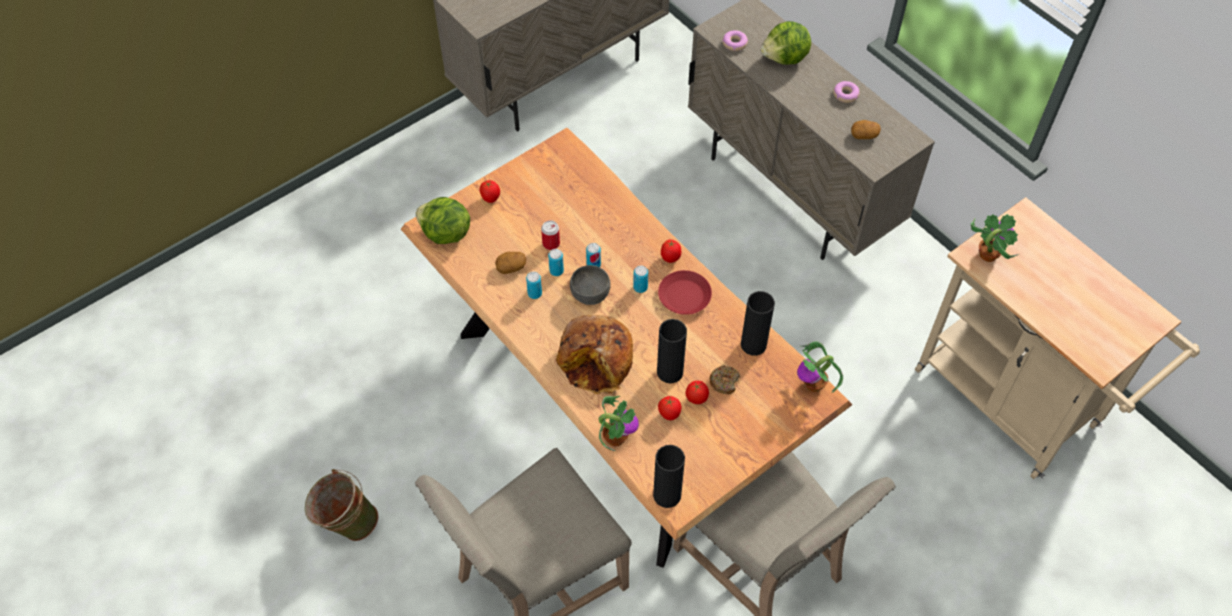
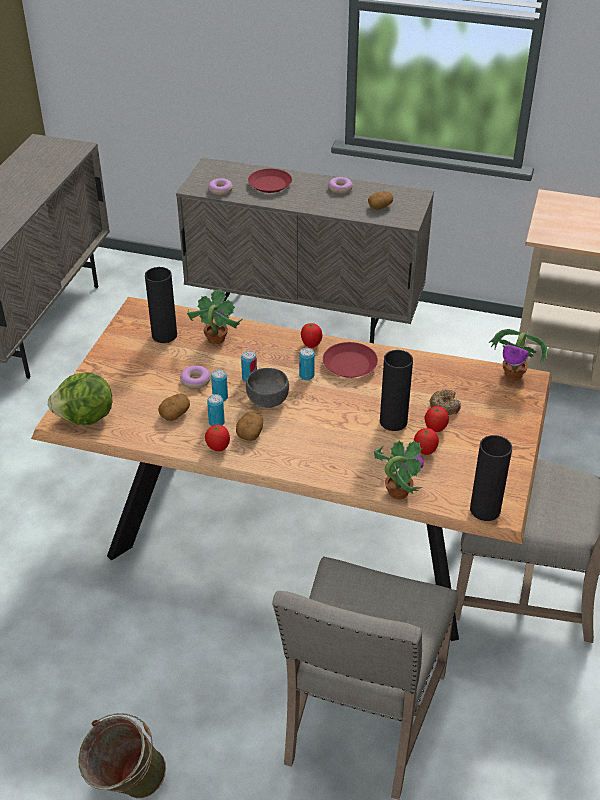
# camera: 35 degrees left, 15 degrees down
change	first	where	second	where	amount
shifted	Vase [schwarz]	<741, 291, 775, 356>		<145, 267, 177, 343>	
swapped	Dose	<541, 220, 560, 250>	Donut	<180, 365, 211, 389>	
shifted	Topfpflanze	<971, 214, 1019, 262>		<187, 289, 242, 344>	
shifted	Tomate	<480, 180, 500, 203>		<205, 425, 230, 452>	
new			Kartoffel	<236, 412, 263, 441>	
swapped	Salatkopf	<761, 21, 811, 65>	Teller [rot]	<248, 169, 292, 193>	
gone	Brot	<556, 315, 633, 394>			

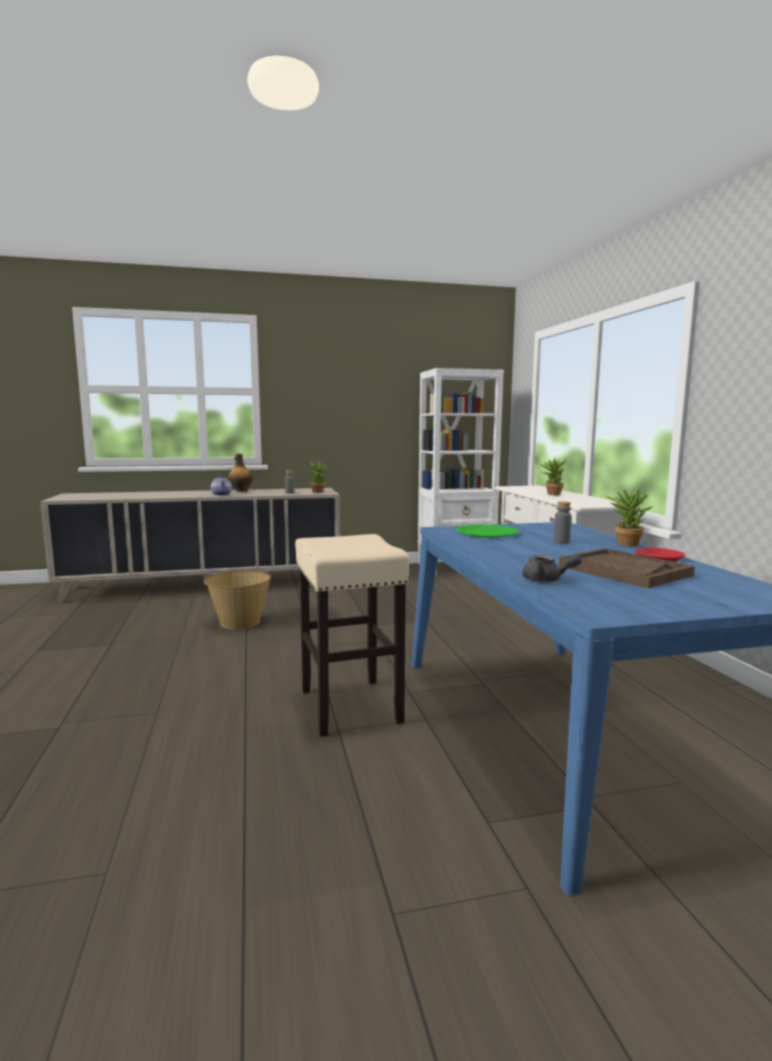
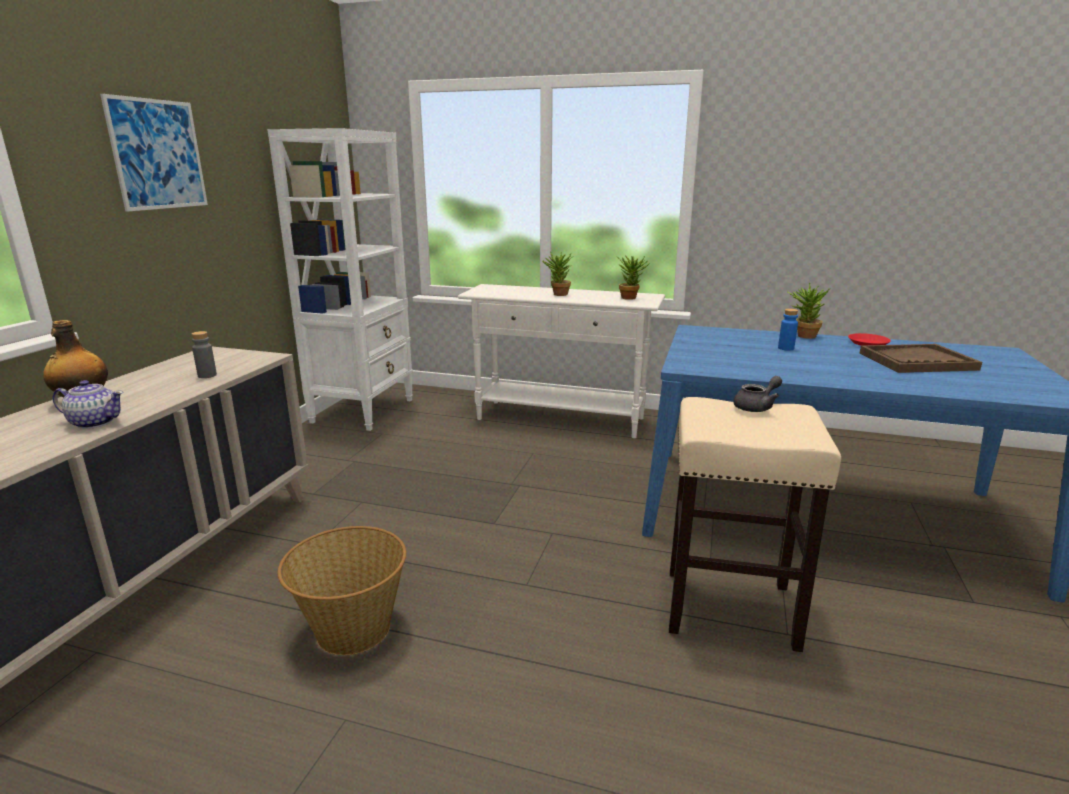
# camera: 60 degrees left, 10 degrees up
change	first	where	second	where	amount
new			Bild	<100, 94, 208, 212>	
shifted	Topfpflanze	<309, 461, 331, 493>		<616, 255, 650, 300>	
shifted	Teekanne [grau]	<522, 554, 582, 582>		<733, 376, 782, 412>	
repainted	Flasche [grau]	<554, 501, 572, 544>	Flasche [blau]	<778, 309, 798, 351>	
gone	Teller [grün]	<456, 525, 519, 538>			

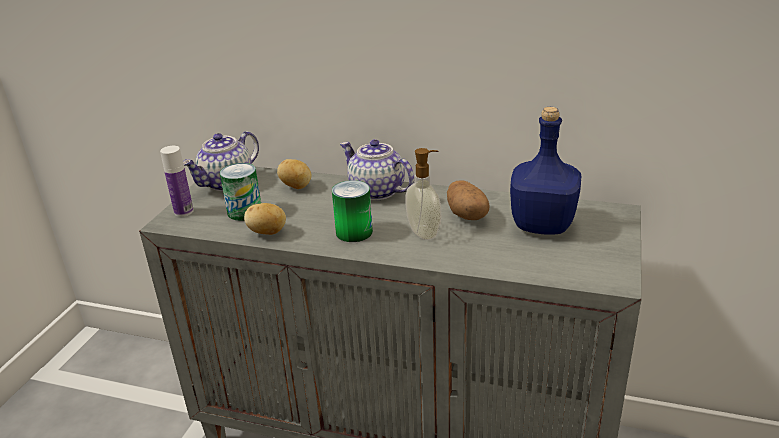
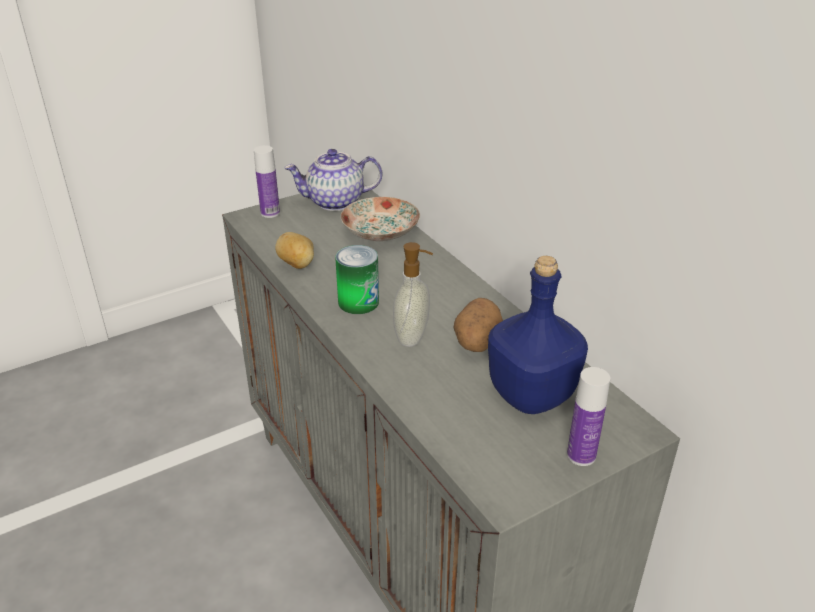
# camera: 40 degrees right, 5 degrees up
change	first	where	second	where	amount
swapped	Kartoffel	<277, 159, 312, 189>	Teller	<341, 197, 420, 241>	
new			Flasche	<567, 367, 610, 466>	
gone	Dose	<220, 163, 261, 221>			
gone	Teekanne	<340, 139, 414, 201>			

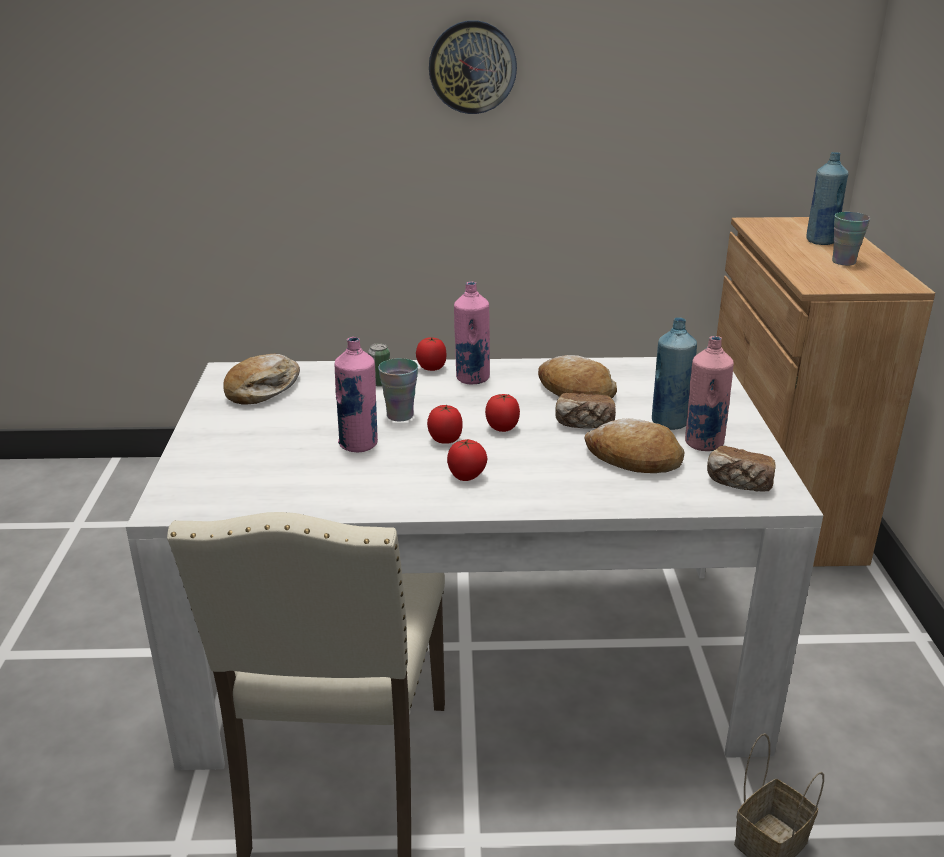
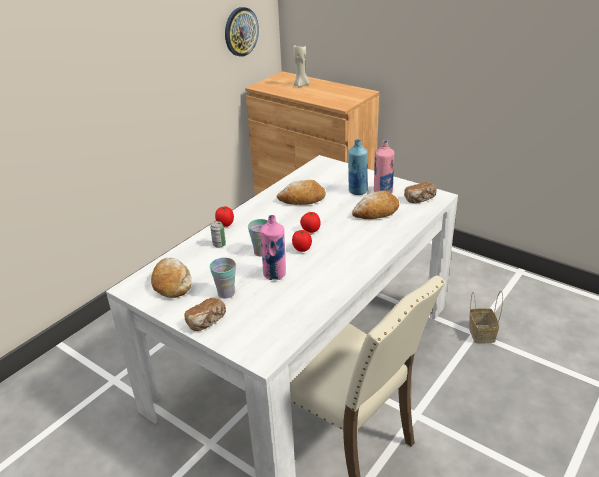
# camera: 50 degrees left, 5 degrees up
change	first	where	second	where	amount
shifted	Brot	<555, 393, 616, 429>		<184, 298, 226, 331>	
shifted	Tasse	<832, 212, 870, 266>		<210, 258, 236, 299>	
shifted	Wanduhr	<429, 20, 517, 114>		<225, 7, 259, 57>	
swapped	Flasche [blau]	<806, 152, 849, 245>	Kerze [beige]	<293, 43, 309, 87>	
gone	Tomate	<447, 439, 488, 481>			
gone	Flasche [rosa]	<454, 282, 490, 384>			

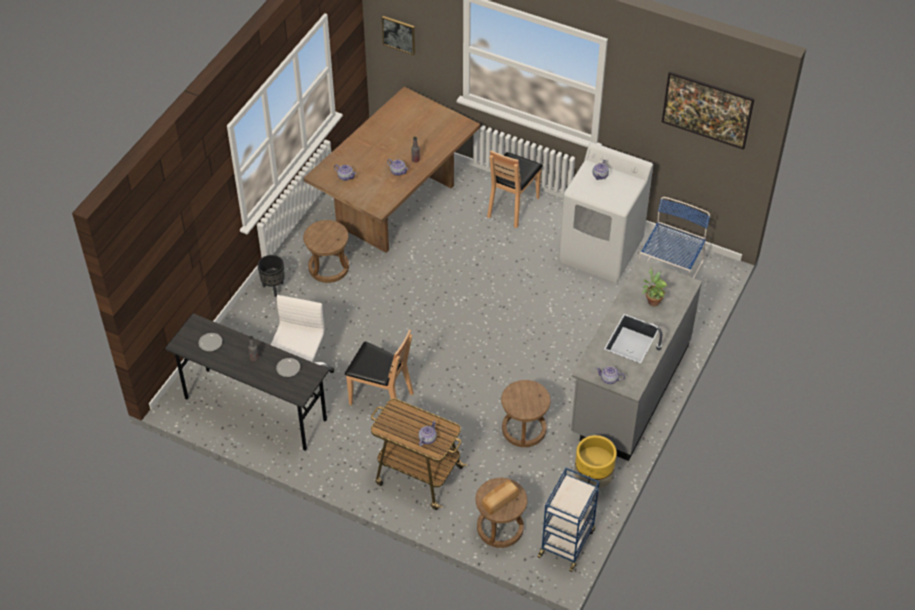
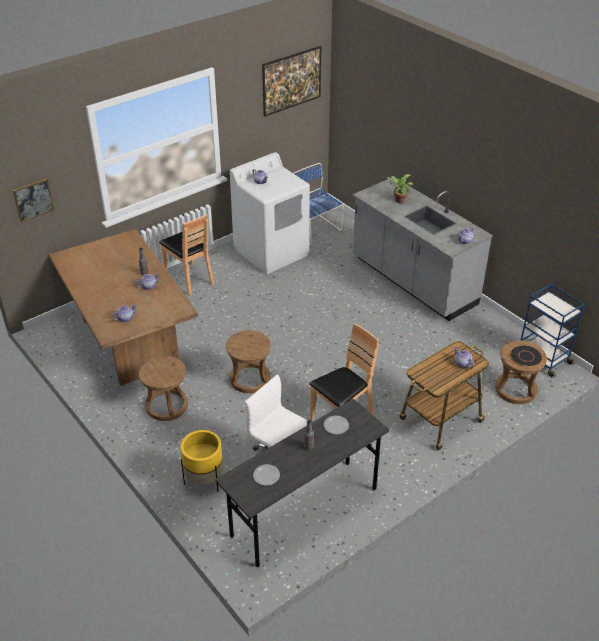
# camera: 65 degrees left, 10 degrees down
change	first	where	second	where	amount
shifted	Pflanzkübel [gelb]	<574, 435, 617, 488>		<180, 430, 223, 492>	
shifted	Hocker [braun]	<501, 380, 551, 447>		<226, 330, 271, 393>	
swapped	Brot	<482, 480, 519, 515>	Teller [schwarz]	<510, 345, 543, 367>	
gone	Pflanzkübel [schwarz]	<258, 255, 285, 297>			

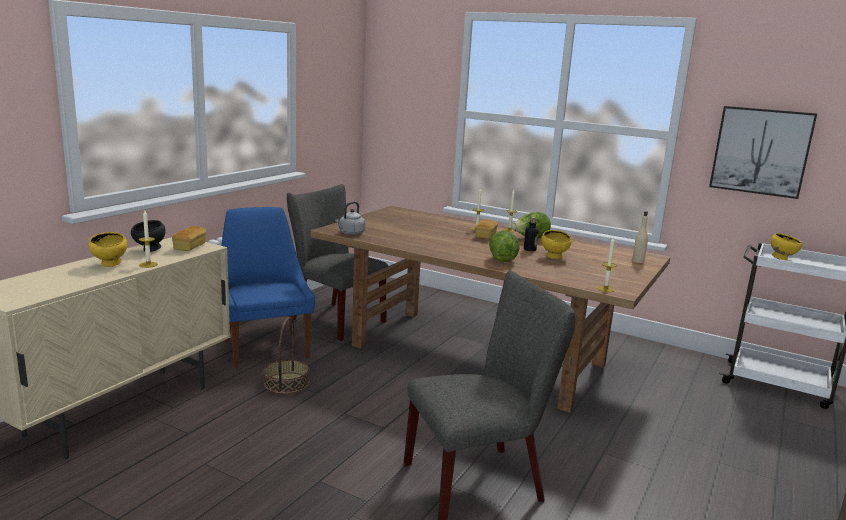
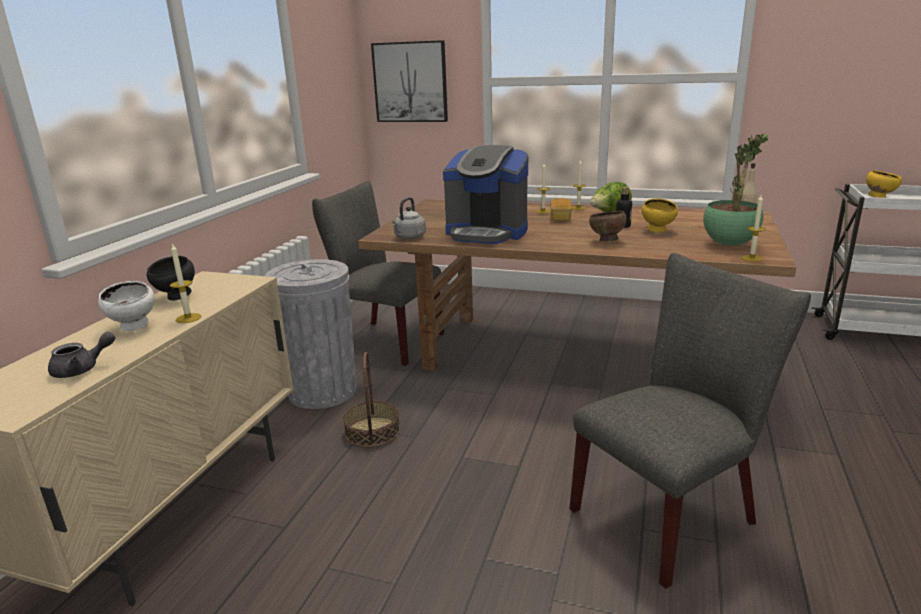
# camera: 10 degrees left, 5 degrees up
change	first	where	second	where	amount
new			Teekanne [grau]	<48, 332, 115, 378>	
repainted	Schüssel [gelb]	<88, 232, 128, 267>	Schüssel [weiß]	<98, 281, 155, 331>	
swapped	Stuhl [blau]	<221, 207, 315, 368>	Mülleimer [grau]	<265, 259, 357, 409>	
shifted	Bild	<709, 106, 817, 199>		<371, 40, 448, 122>	
new			Kaffeemaschine	<443, 145, 528, 244>	
swapped	Salatkopf	<489, 231, 520, 262>	Schüssel [braun]	<589, 211, 627, 242>	
new			Topfpflanze	<703, 133, 768, 246>	
gone	Brot	<172, 226, 206, 251>			

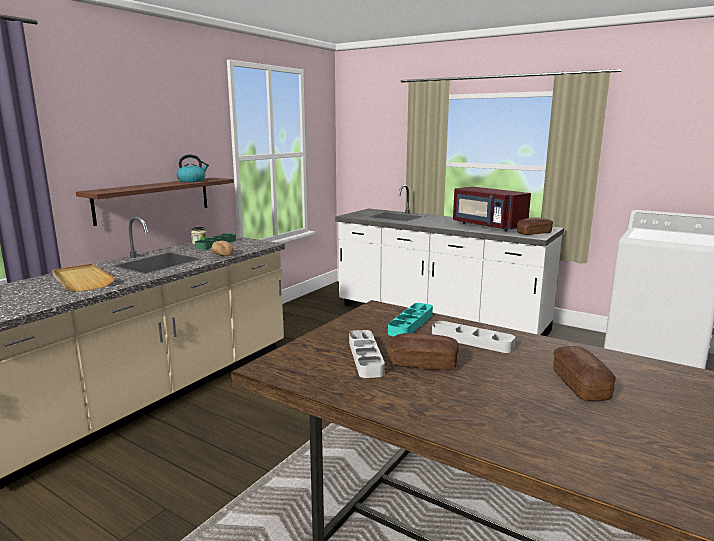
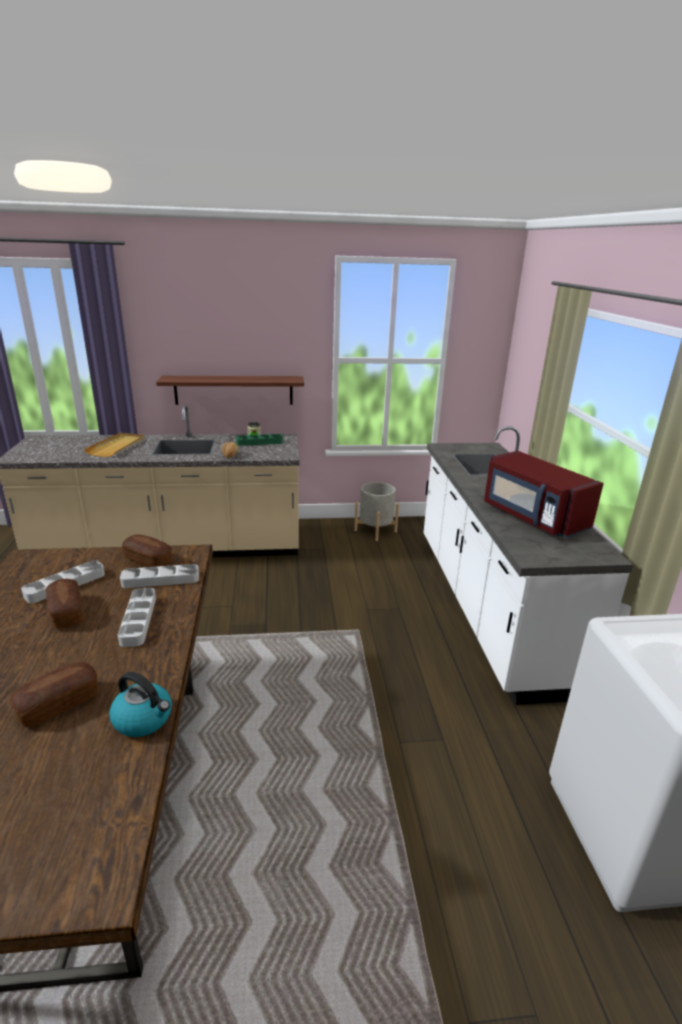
# camera: 50 degrees right, 10 degrees up
change	first	where	second	where	amount
shifted	Wasserkessel	<177, 154, 209, 182>		<109, 672, 172, 737>	
repainted	Tablett [türkis]	<388, 303, 433, 336>	Tablett [grau]	<120, 564, 199, 588>	
shifted	Brot	<517, 218, 553, 235>		<122, 535, 172, 567>	
new			Pflanzkübel [grau]	<354, 482, 399, 541>	
rotated	Mikrowelle [rot]	<453, 187, 531, 231>		<484, 451, 604, 538>	45 degrees counterclockwise

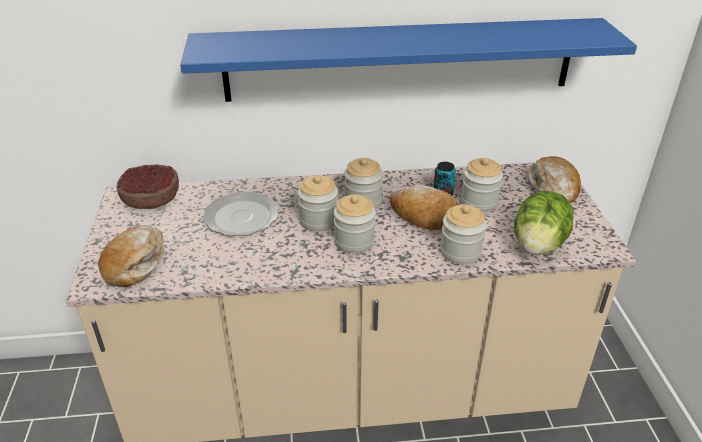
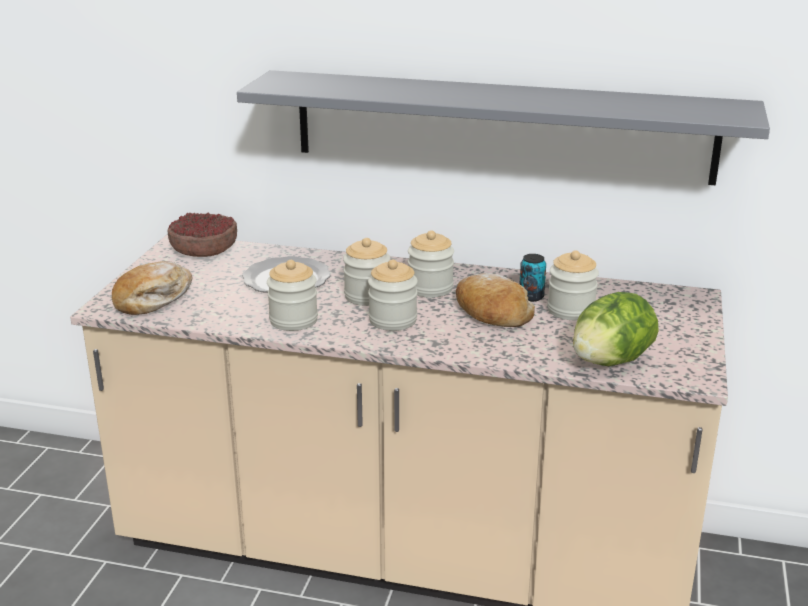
# camera: 20 degrees right, 10 degrees down
change	first	where	second	where	amount
repainted	Wandregal [blau]	<180, 18, 637, 102>	Wandregal [grau]	<237, 70, 770, 185>	
shifted	Vorratsglas	<440, 204, 486, 264>		<267, 260, 318, 331>	
gone	Brot	<528, 156, 581, 203>			

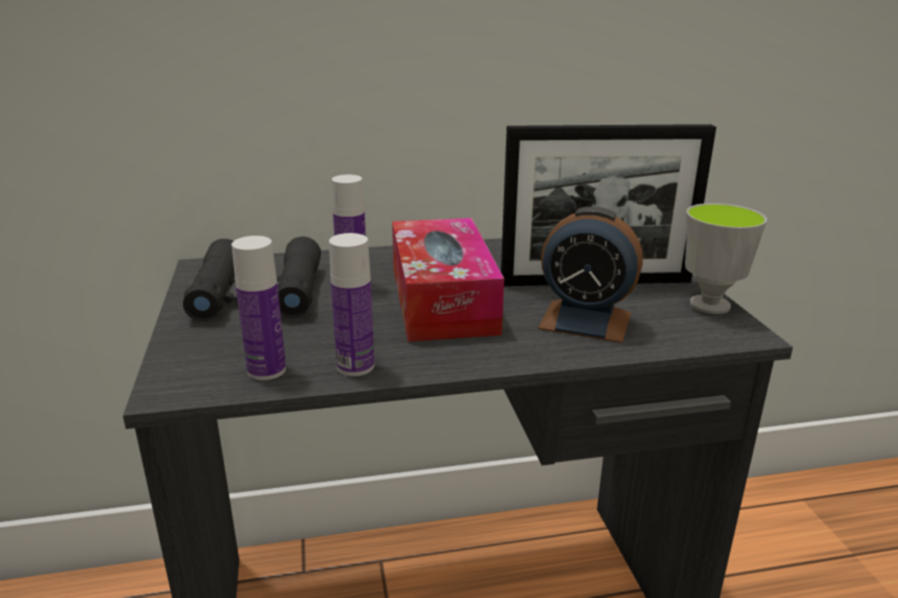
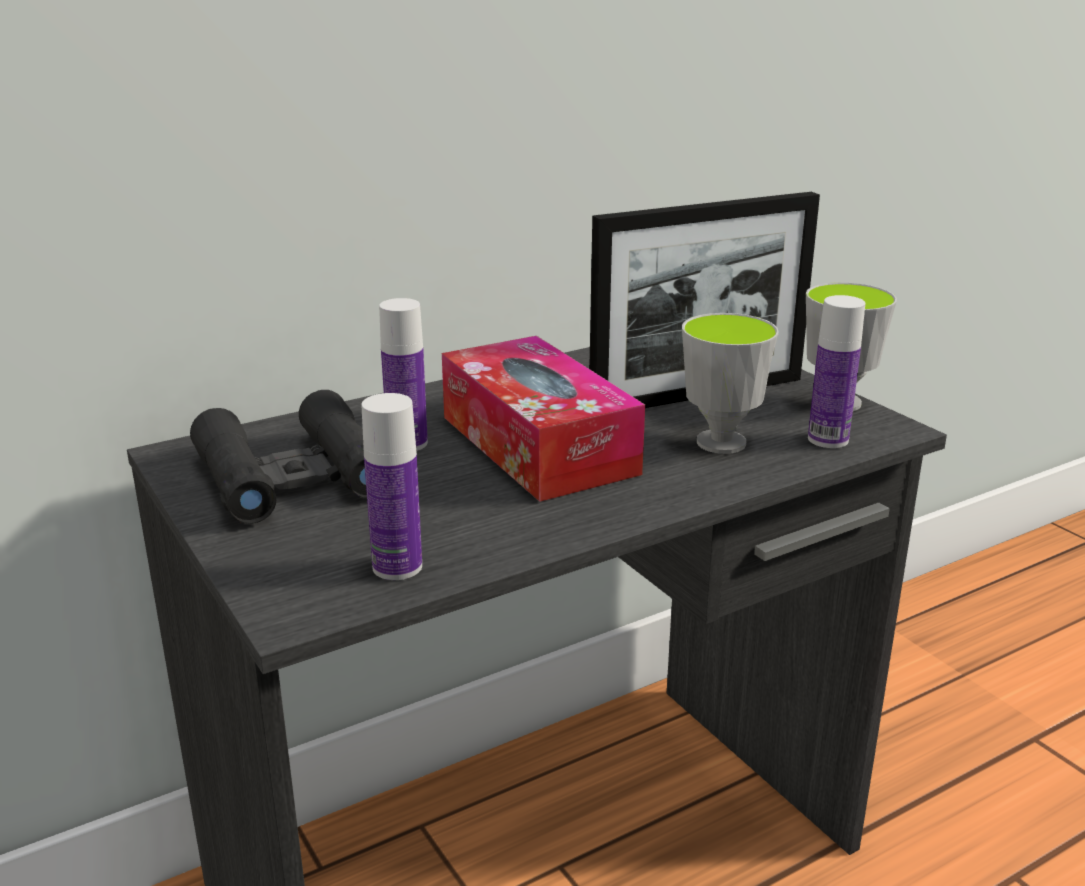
# camera: 20 degrees left, 0 degrees up
change	first	where	second	where	amount
swapped	Wecker	<538, 206, 643, 343>	Tasse	<682, 313, 779, 454>	
shifted	Flasche	<329, 233, 374, 376>		<808, 295, 865, 448>	

